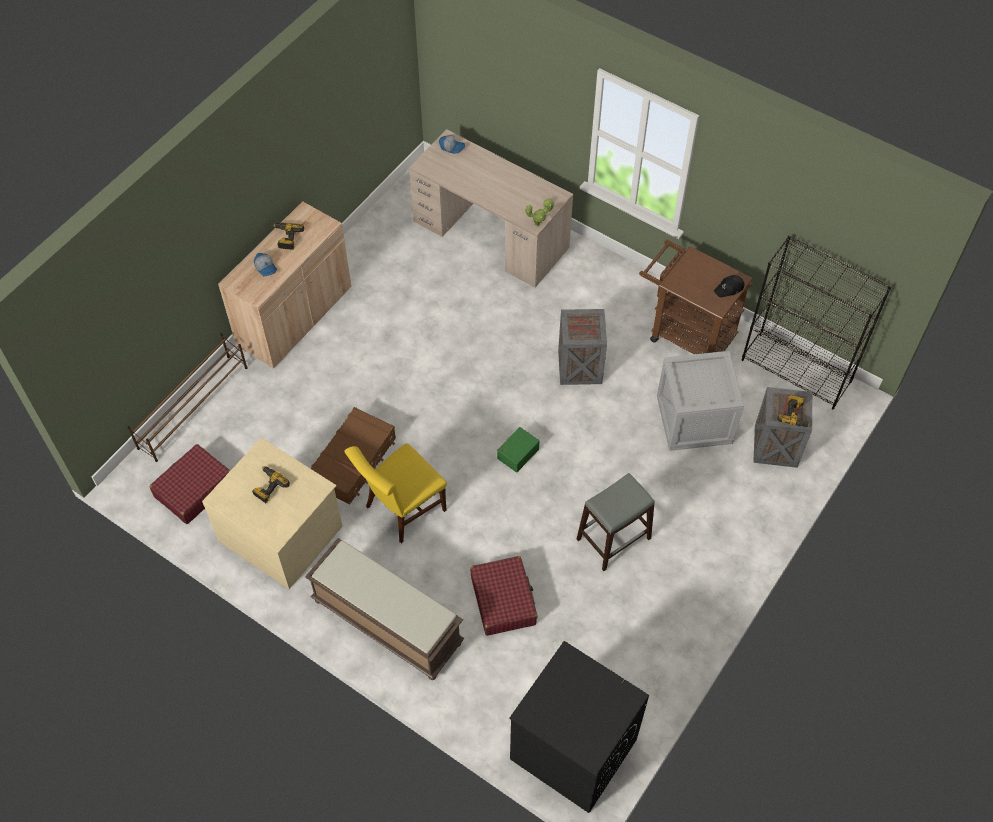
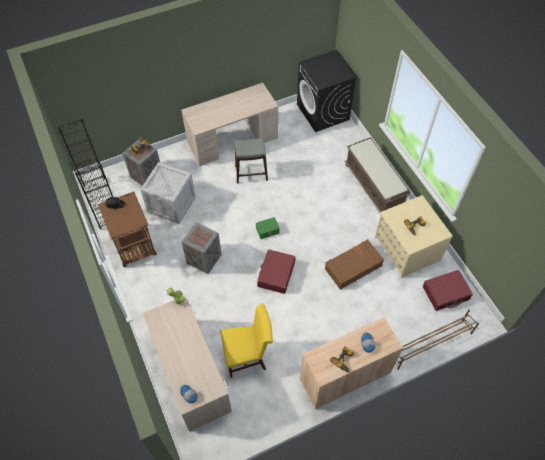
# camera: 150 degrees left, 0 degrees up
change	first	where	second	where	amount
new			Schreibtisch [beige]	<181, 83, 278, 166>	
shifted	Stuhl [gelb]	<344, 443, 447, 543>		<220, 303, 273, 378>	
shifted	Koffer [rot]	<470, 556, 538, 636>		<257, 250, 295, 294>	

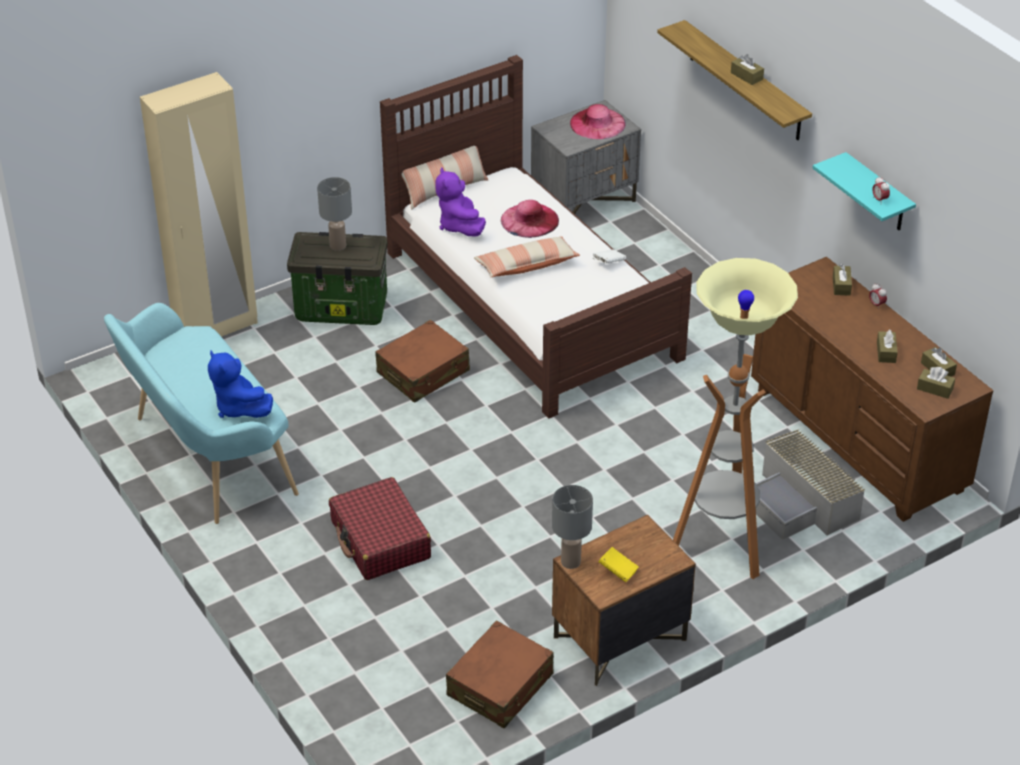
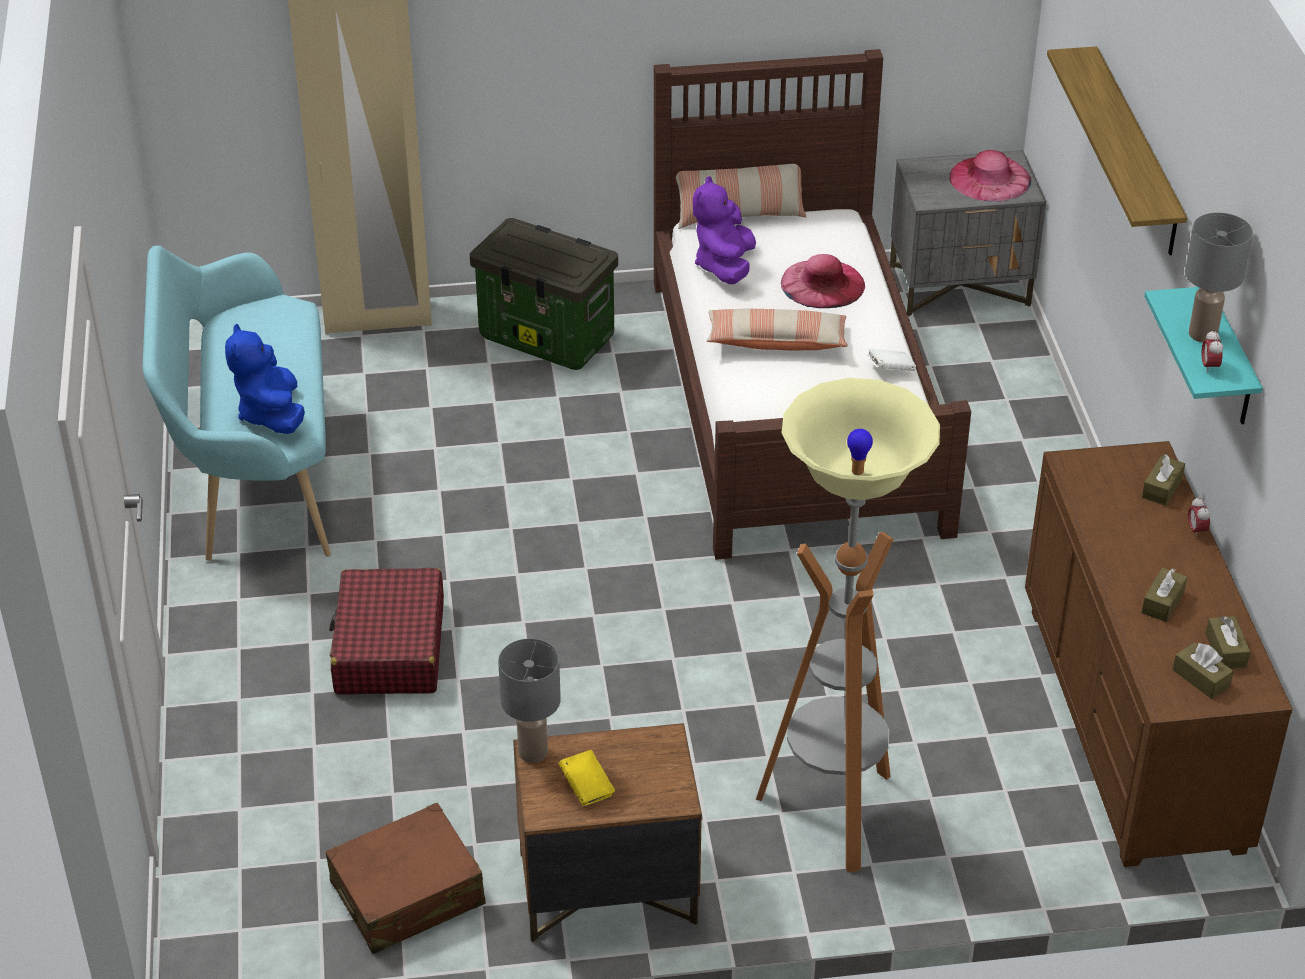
# camera: 25 degrees right, 0 degrees up
change	first	where	second	where	amount
shifted	Tischlampe [grau]	<317, 177, 352, 251>		<1185, 212, 1253, 342>	
gone	Koffer [braun]	<375, 320, 470, 403>			
gone	Taschentuchbox [braun]	<731, 54, 764, 85>			
gone	Aufbewahrungsbox [grau]	<756, 429, 865, 540>			

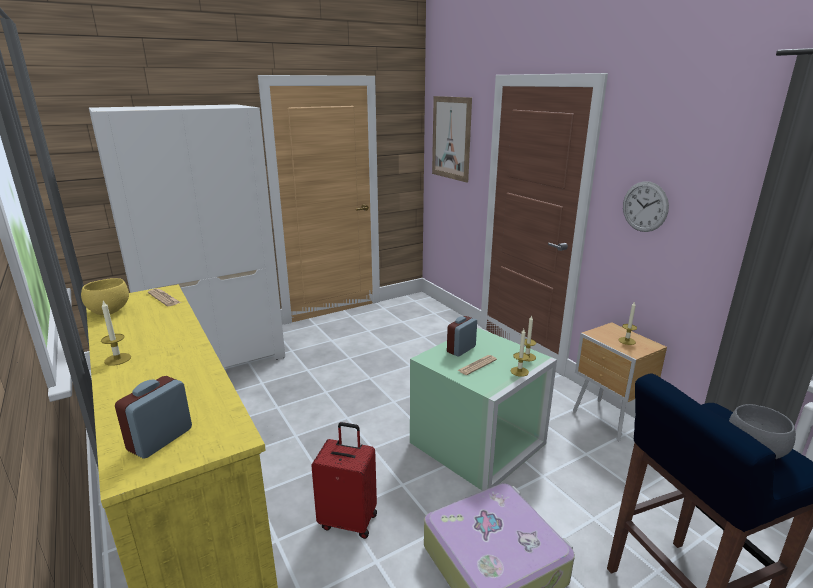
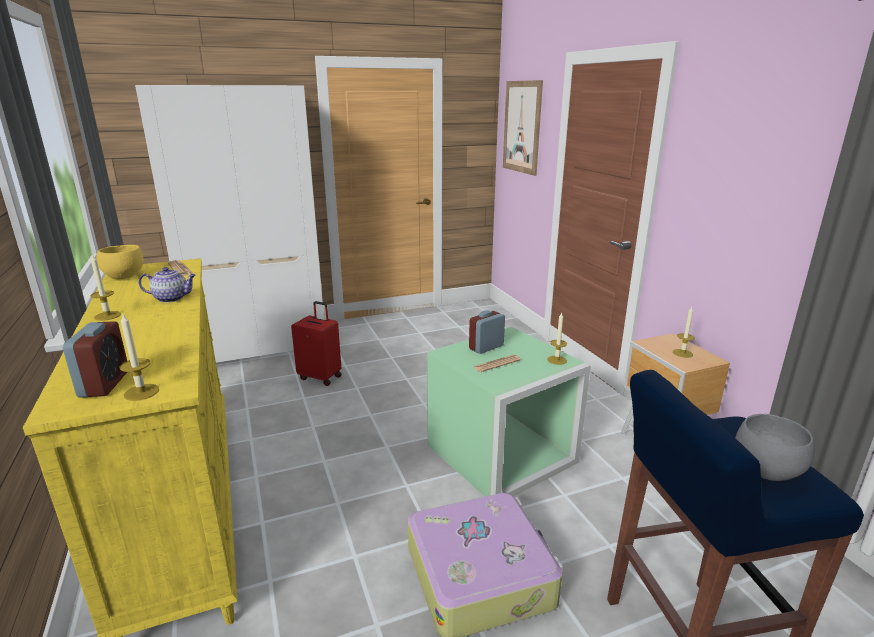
# camera: 10 degrees right, 0 degrees up
change	first	where	second	where	amount
rotated	Wecker	<115, 376, 192, 459>		<63, 321, 127, 398>	135 degrees clockwise
shifted	Kerze	<511, 329, 529, 377>		<120, 314, 159, 401>	
new			Teekanne	<138, 267, 196, 303>	
shifted	Koffer [rot]	<311, 422, 377, 539>		<291, 301, 342, 386>	
gone	Wanduhr	<623, 181, 669, 232>			

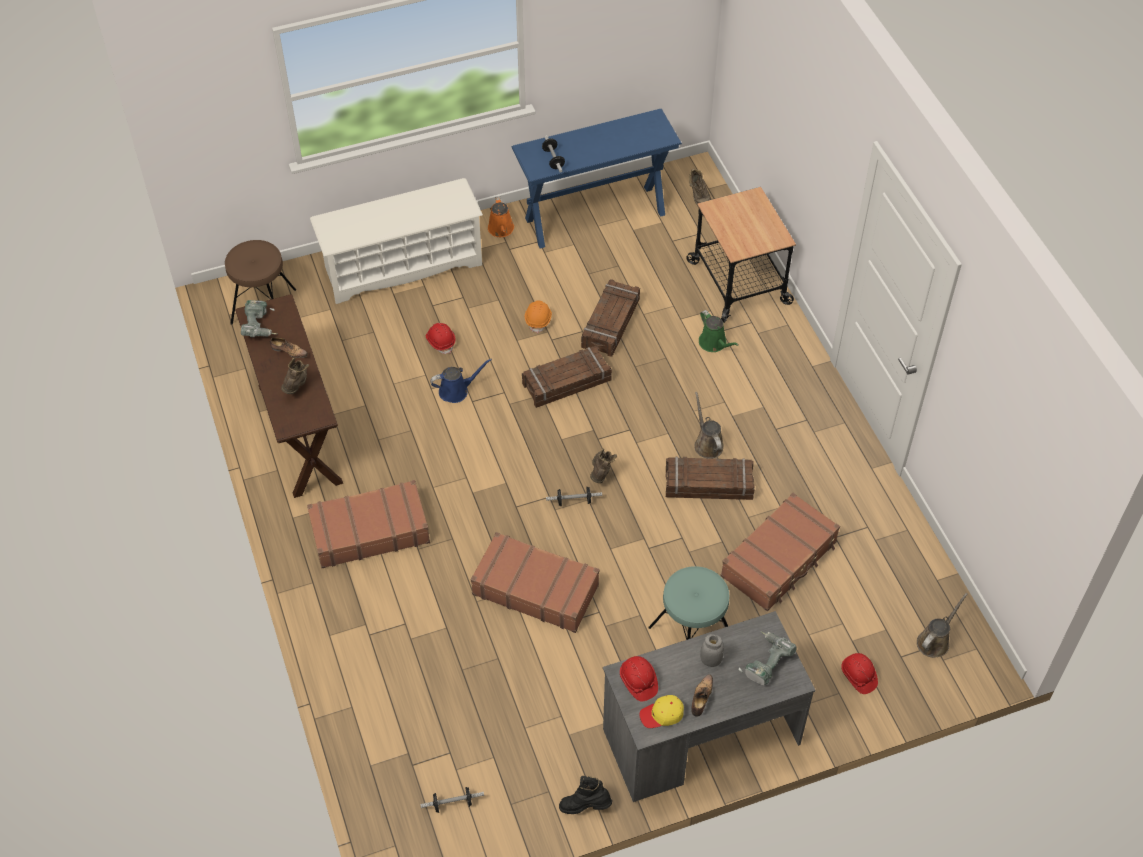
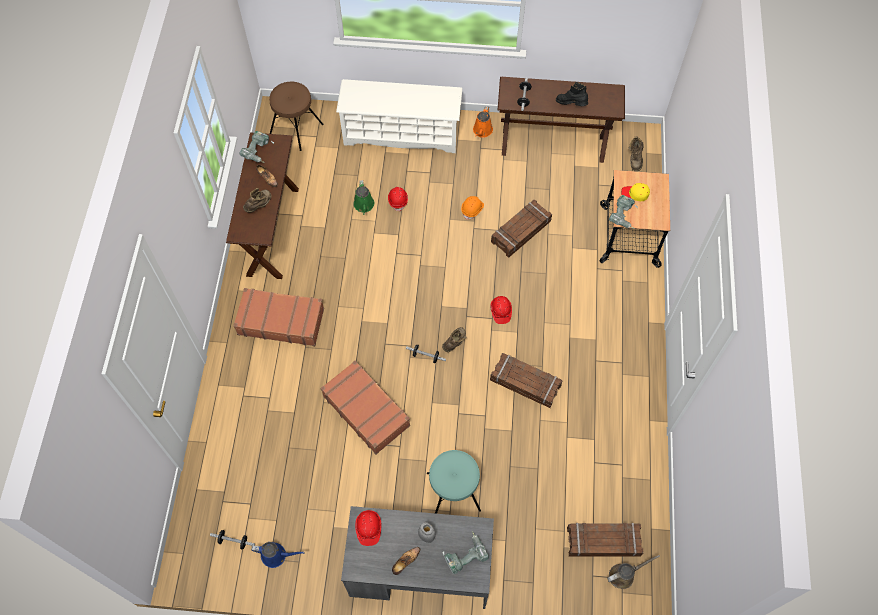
# camera: 25 degrees right, 10 degrees up
change	first	where	second	where	amount
shifted	Gießkanne [blau]	<430, 359, 492, 403>		<251, 542, 305, 568>	
shifted	Gießkanne [grün]	<699, 310, 739, 352>		<354, 180, 374, 215>	
shifted	Schutzhelm [rot]	<841, 653, 878, 694>		<490, 296, 512, 324>	
repainted	Konsolentisch [blau]	<512, 109, 682, 249>	Konsolentisch [braun]	<498, 77, 625, 163>	
shifted	Stiefel [schwarz]	<559, 776, 612, 814>		<556, 82, 588, 106>	
shifted	Kiste	<522, 346, 612, 408>		<567, 523, 644, 557>	
new			Bohrmaschine	<609, 195, 638, 229>	
shifted	Kappe [gelb]	<640, 695, 684, 728>		<621, 183, 650, 201>	
gone	Gießkanne [braun]	<694, 392, 724, 459>			
gone	Koffer [braun]	<720, 493, 840, 611>			

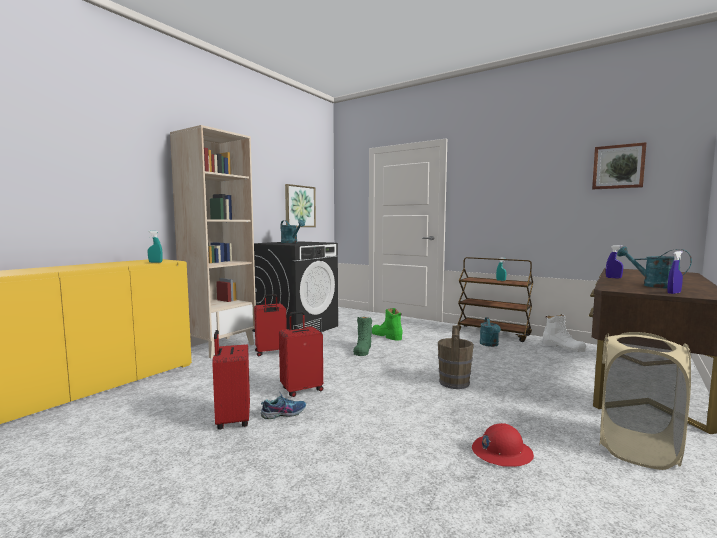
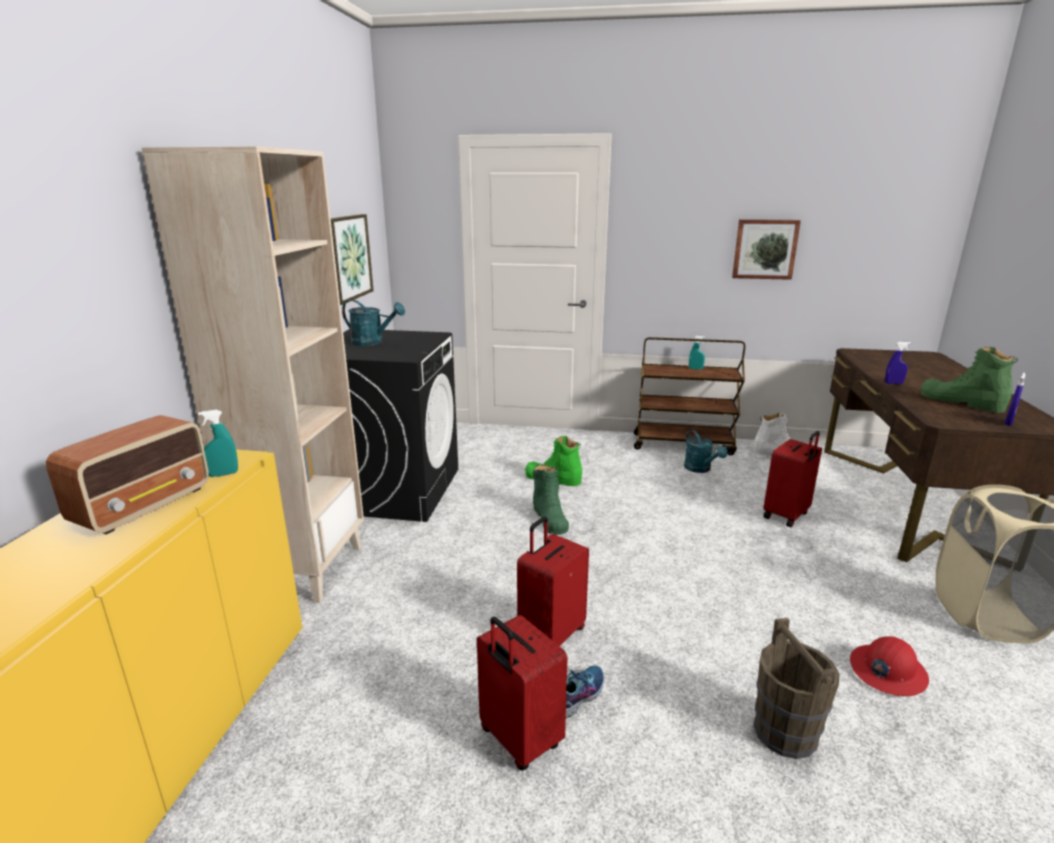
# camera: 25 degrees left, 15 degrees up
change	first	where	second	where	amount
new			Radio	<46, 415, 209, 535>	
shifted	Bild	<592, 142, 647, 190>		<732, 219, 801, 280>	
shifted	Eimer [braun]	<438, 325, 474, 389>		<754, 618, 840, 759>	
shifted	Koffer [rot]	<254, 294, 287, 356>		<763, 431, 822, 527>	
swapped	Gießkanne [türkis]	<617, 246, 692, 289>	Stiefel [grün]	<921, 347, 1018, 413>	

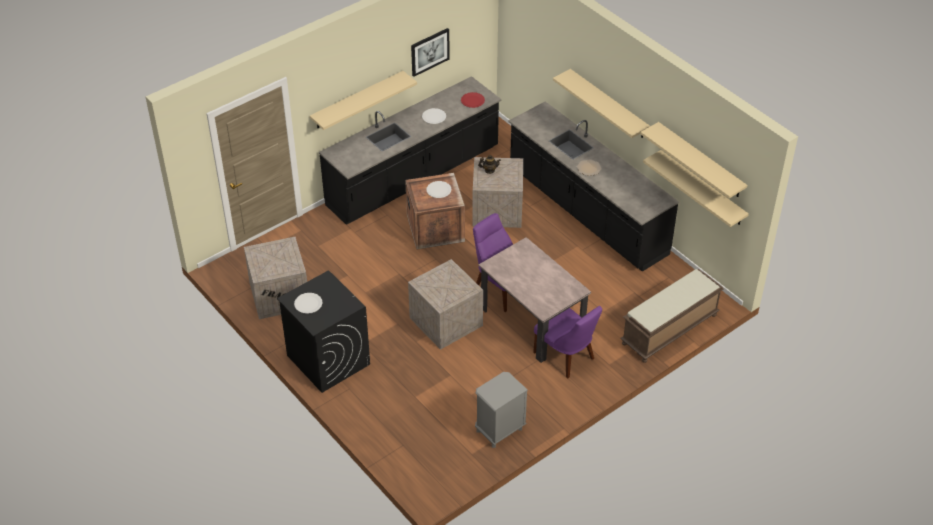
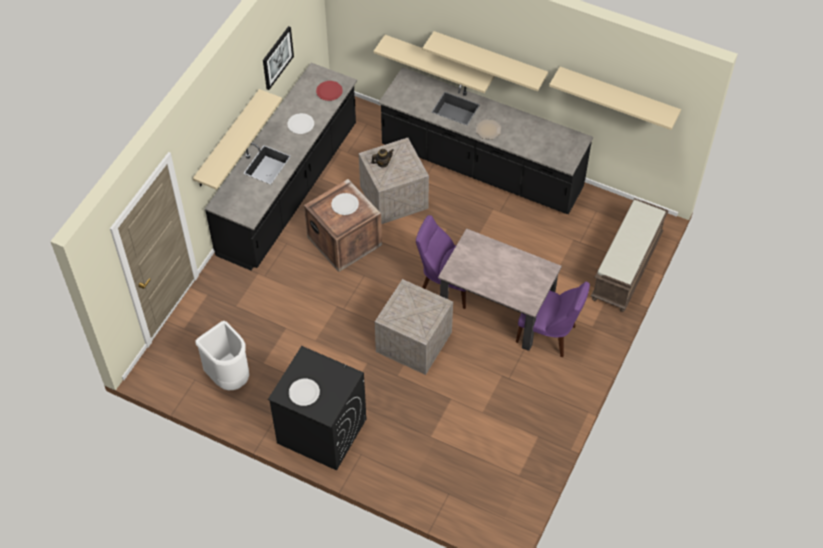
# camera: 25 degrees left, 10 degrees up
change	first	where	second	where	amount
swapped	Kiste	<244, 237, 307, 319>	Mülleimer [weiß]	<195, 321, 249, 390>	
shifted	Wandregal [beige]	<643, 150, 749, 227>		<374, 35, 495, 93>	
gone	Nachttisch [grau]	<475, 372, 528, 448>			

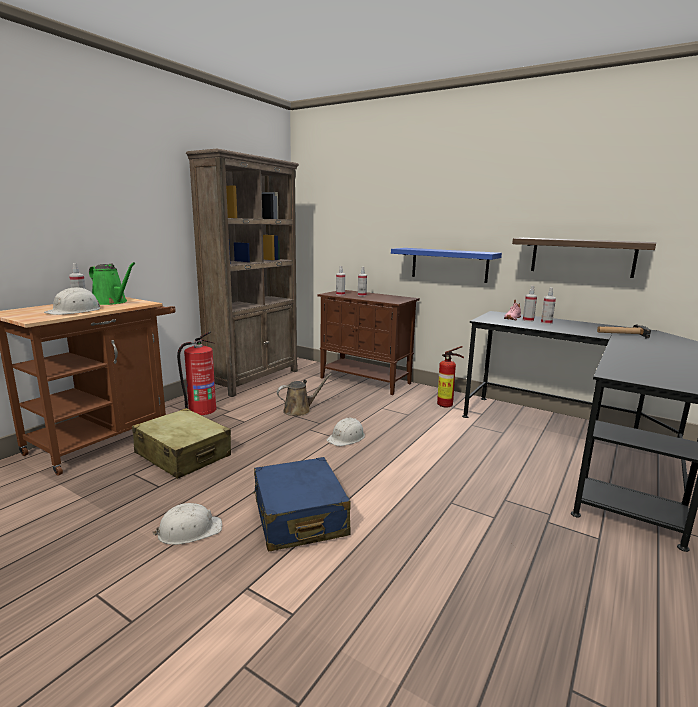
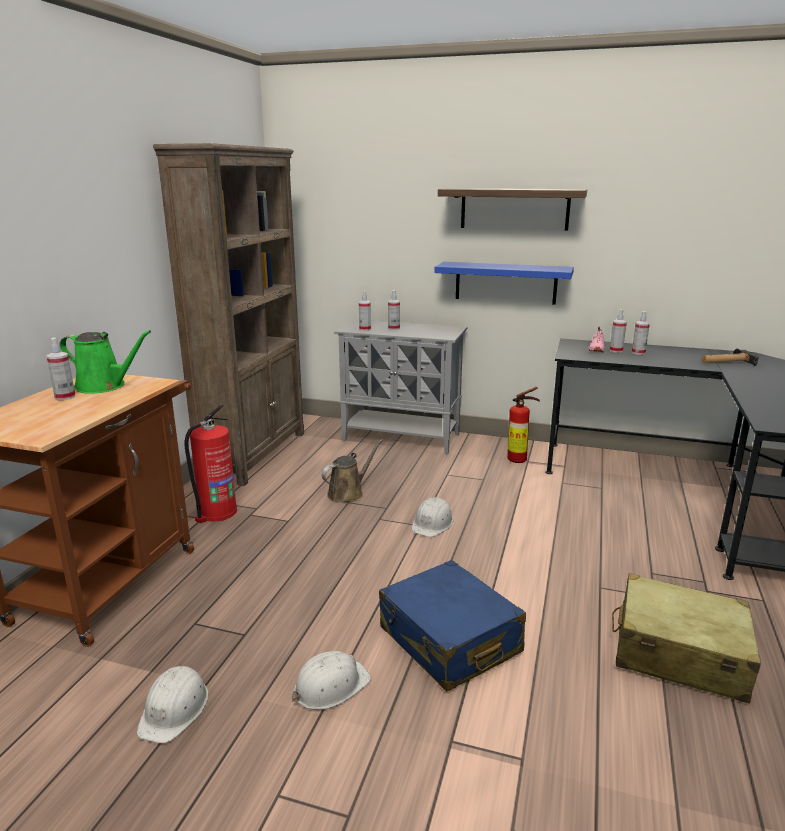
# camera: 15 degrees left, 5 degrees up
change	first	where	second	where	amount
shifted	Schutzhelm [weiß]	<44, 287, 100, 315>		<137, 666, 209, 743>	
repainted	Schrank [braun]	<317, 290, 420, 395>	Schrank [grau]	<334, 319, 468, 454>	
shifted	Wandregal	<512, 238, 656, 278>		<438, 188, 587, 231>	
shifted	Koffer [beige]	<132, 408, 231, 479>		<612, 573, 761, 703>	

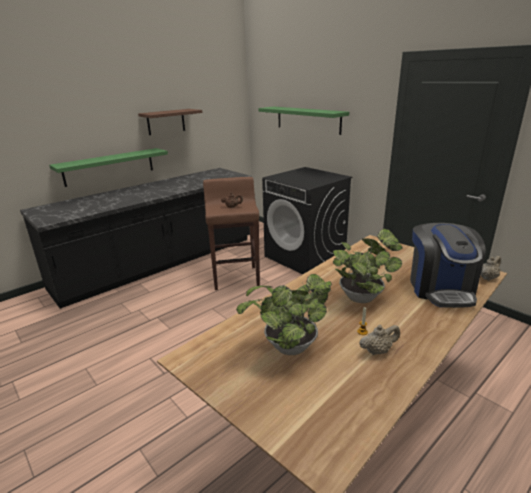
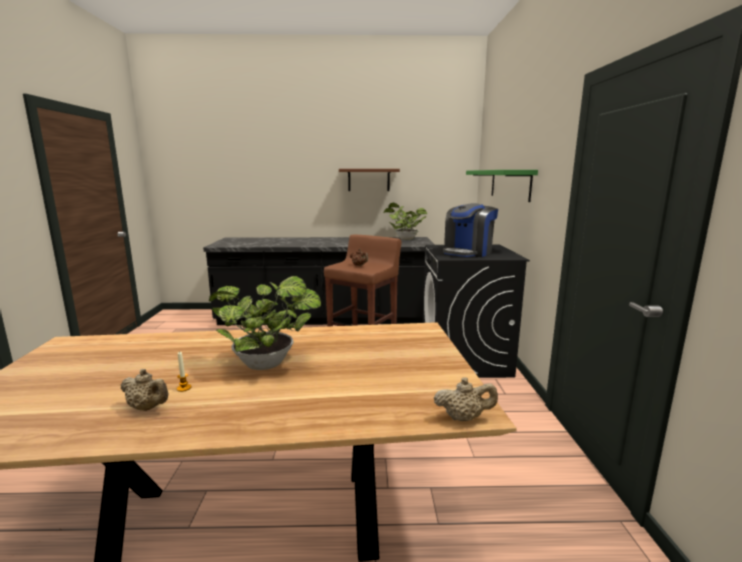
# camera: 40 degrees right, 10 degrees down
change	first	where	second	where	amount
shifted	Topfpflanze	<236, 274, 332, 355>		<383, 203, 427, 240>	
shifted	Kaffeemaschine	<410, 223, 486, 308>		<443, 203, 498, 257>	
gone	Wandregal [grün]	<49, 148, 168, 187>			

